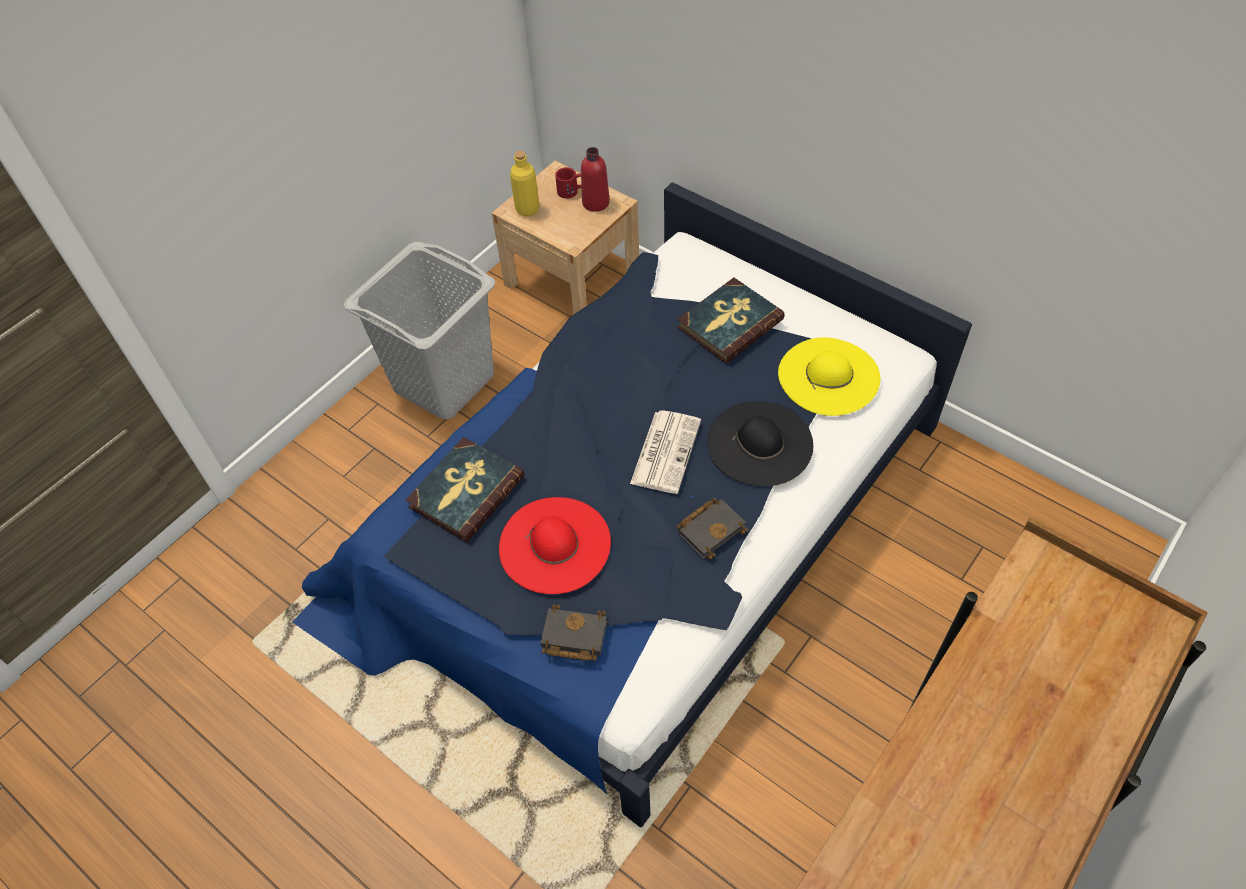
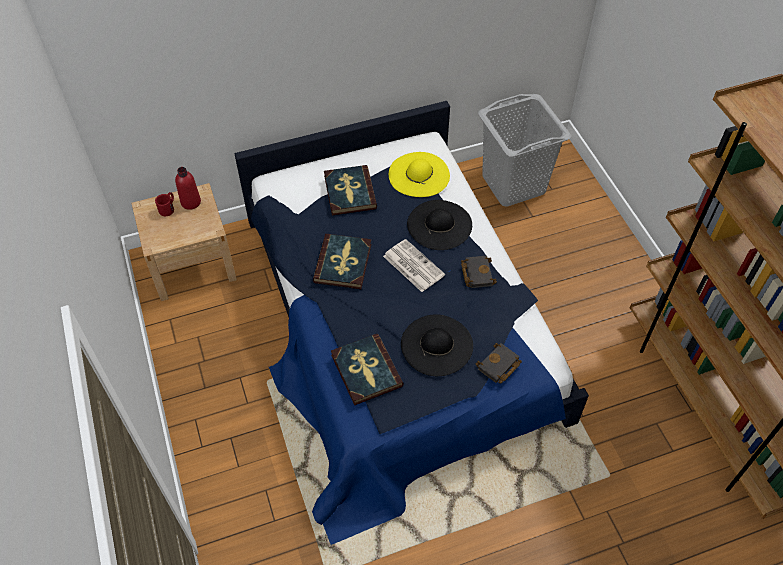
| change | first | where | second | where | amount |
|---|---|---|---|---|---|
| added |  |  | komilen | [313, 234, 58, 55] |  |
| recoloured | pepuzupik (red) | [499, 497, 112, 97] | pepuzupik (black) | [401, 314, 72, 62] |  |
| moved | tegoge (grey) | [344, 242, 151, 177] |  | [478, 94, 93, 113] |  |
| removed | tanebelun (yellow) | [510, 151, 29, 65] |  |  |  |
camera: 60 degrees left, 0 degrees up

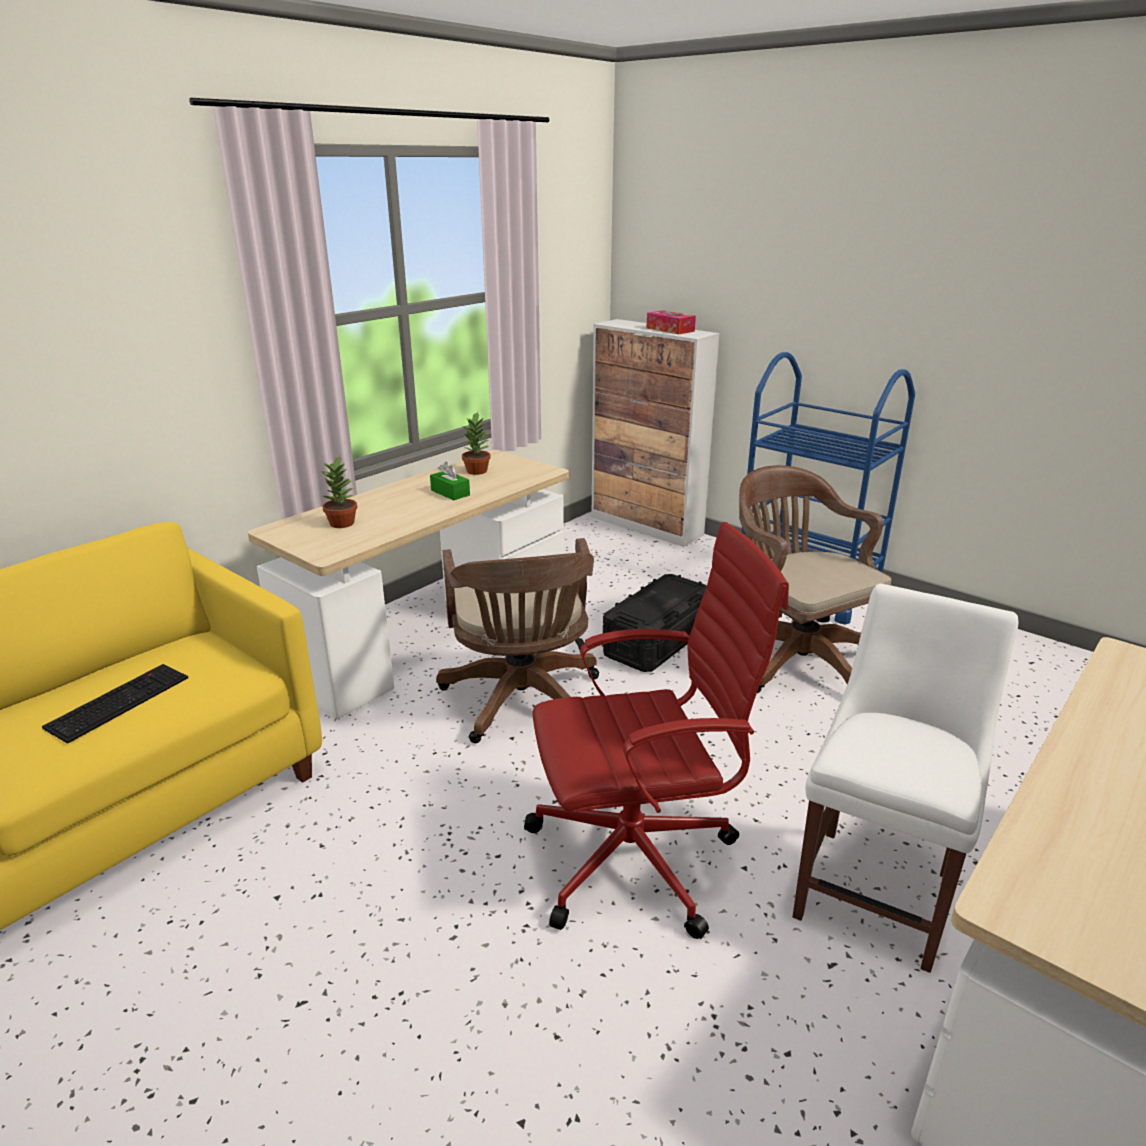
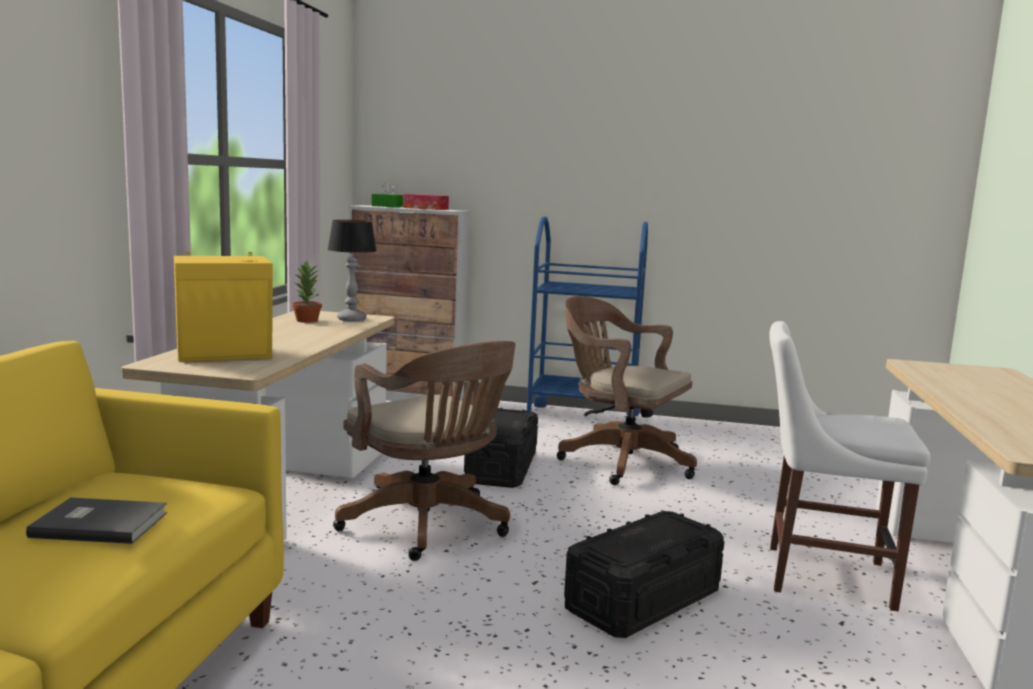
| change | first | where | second | where | amount |
|---|---|---|---|---|---|
| replaced | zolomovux | [42, 664, 146, 80] | komilen (grey) | [26, 498, 141, 46] |  |
| replaced | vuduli | [322, 455, 35, 73] | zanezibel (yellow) | [174, 252, 99, 110] |  |
| added |  |  | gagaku | [327, 220, 50, 101] |  |
| moved | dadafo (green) | [430, 462, 40, 38] |  | [372, 182, 31, 25] |  |
| replaced | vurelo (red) | [524, 522, 265, 417] | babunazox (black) | [564, 511, 160, 127] |  |
| turned | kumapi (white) | [792, 584, 227, 389] |  | [769, 321, 161, 290] | 75 degrees counterclockwise |
camera: 30 degrees left, 15 degrees down

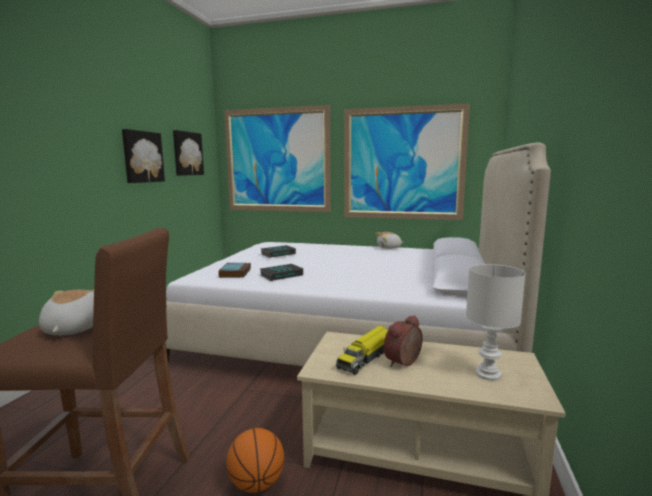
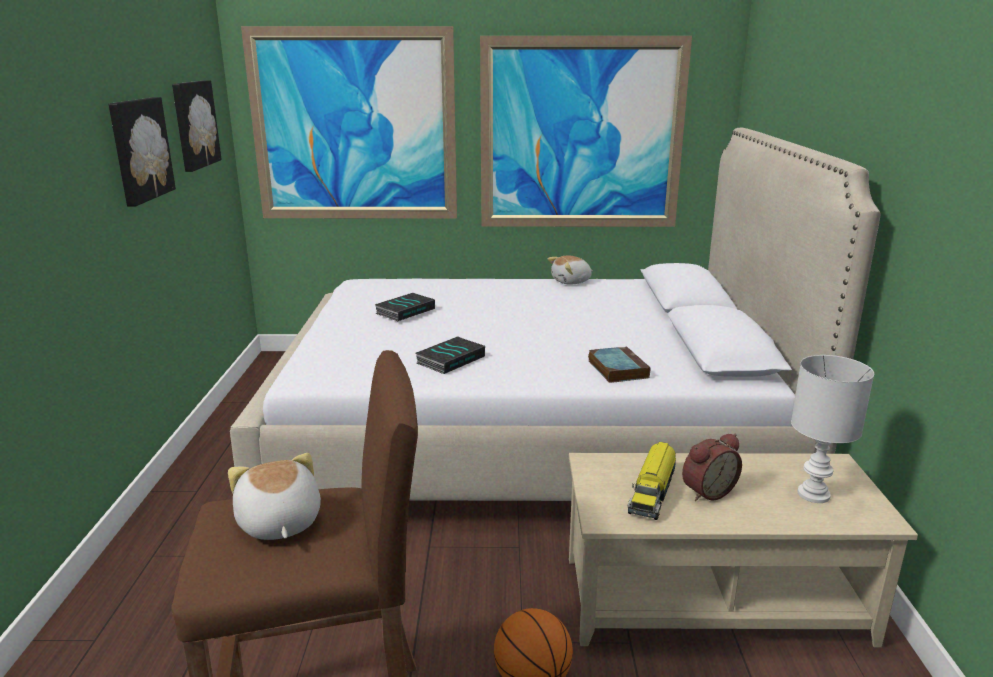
| change | first | where | second | where | amount |
|---|---|---|---|---|---|
| moved | komilen | [218, 263, 33, 15] |  | [588, 346, 62, 37] |  |
| turned | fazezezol | [384, 315, 39, 52] |  | [682, 434, 60, 67] | 150 degrees counterclockwise |
camera: 15 degrees left, 10 degrees up

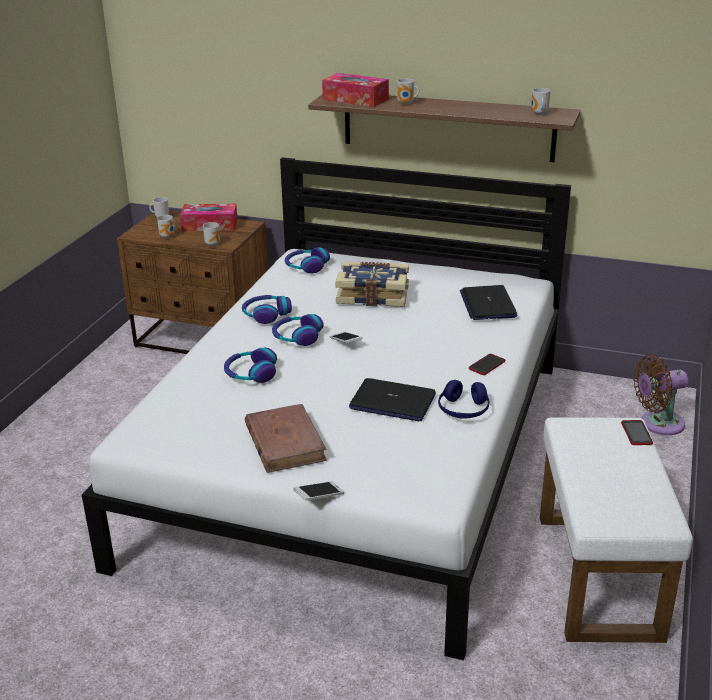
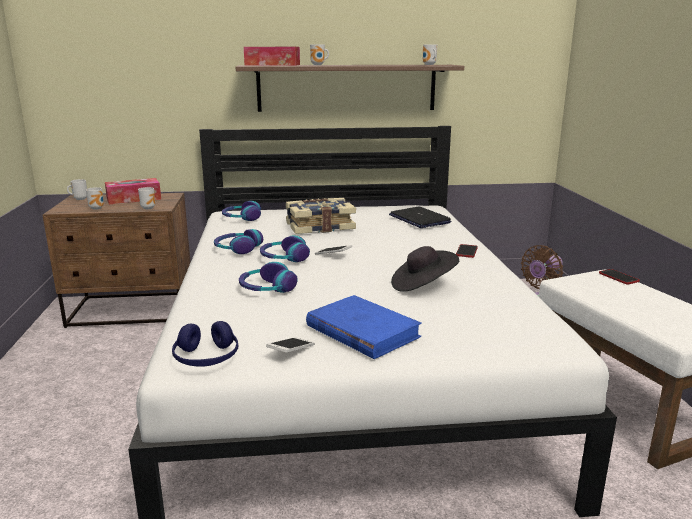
| change | first | where | second | where | amount |
|---|---|---|---|---|---|
| moved | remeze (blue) | [438, 380, 51, 39] |  | [172, 321, 66, 46] |  |
| moved | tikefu | [293, 481, 51, 20] |  | [266, 337, 49, 16] |  |
| recoloured | komilen (brown) | [245, 404, 82, 69] | komilen (blue) | [306, 295, 116, 64] |  |
| replaced | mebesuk | [349, 378, 87, 43] | pepuzupik (black) | [391, 246, 68, 46] |  |
camera: 25 degrees left, 10 degrees down

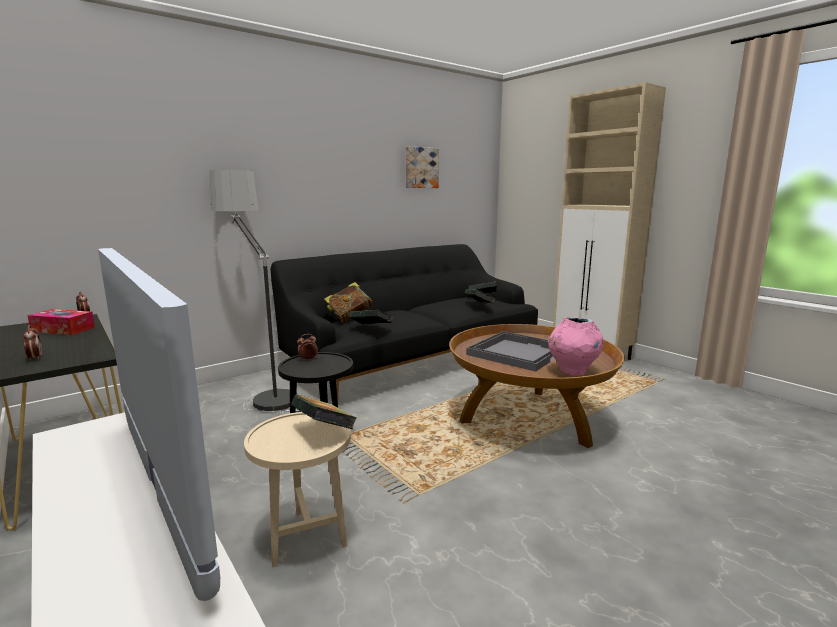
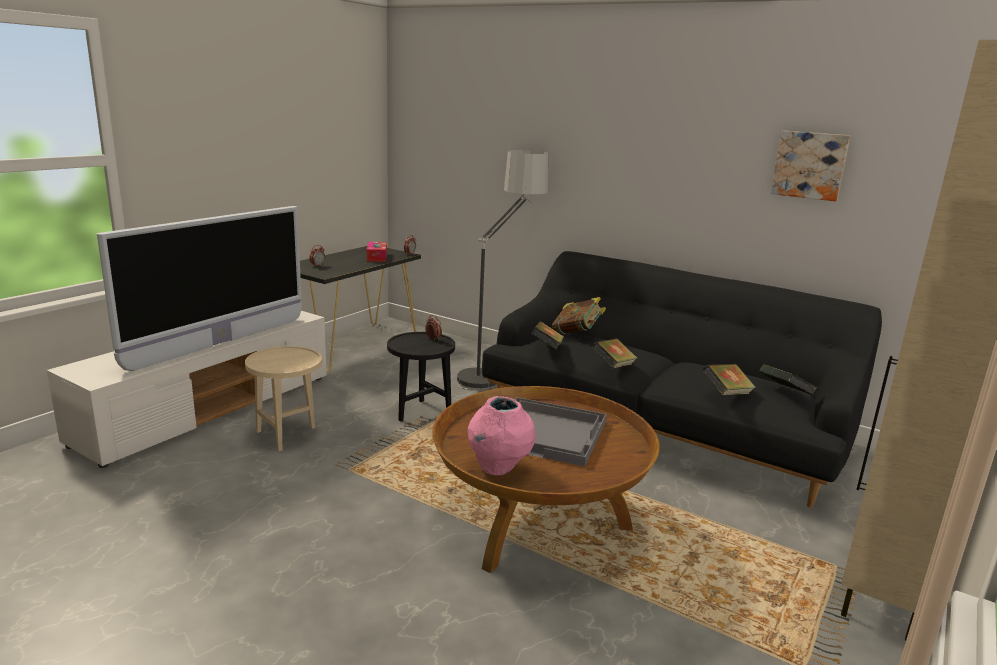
| change | first | where | second | where | amount |
|---|---|---|---|---|---|
| moved | komilen | [291, 395, 66, 34] |  | [592, 339, 45, 30] |  |
camera: 70 degrees right, 5 degrees up

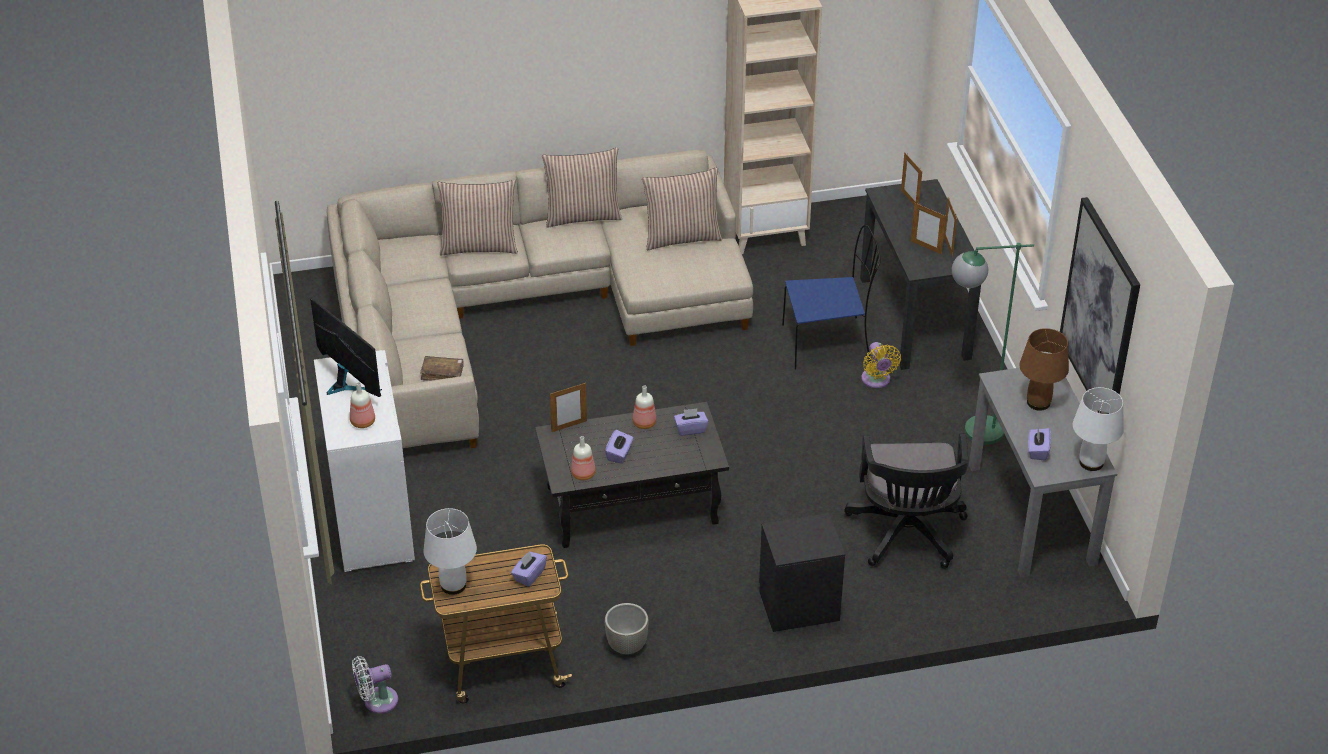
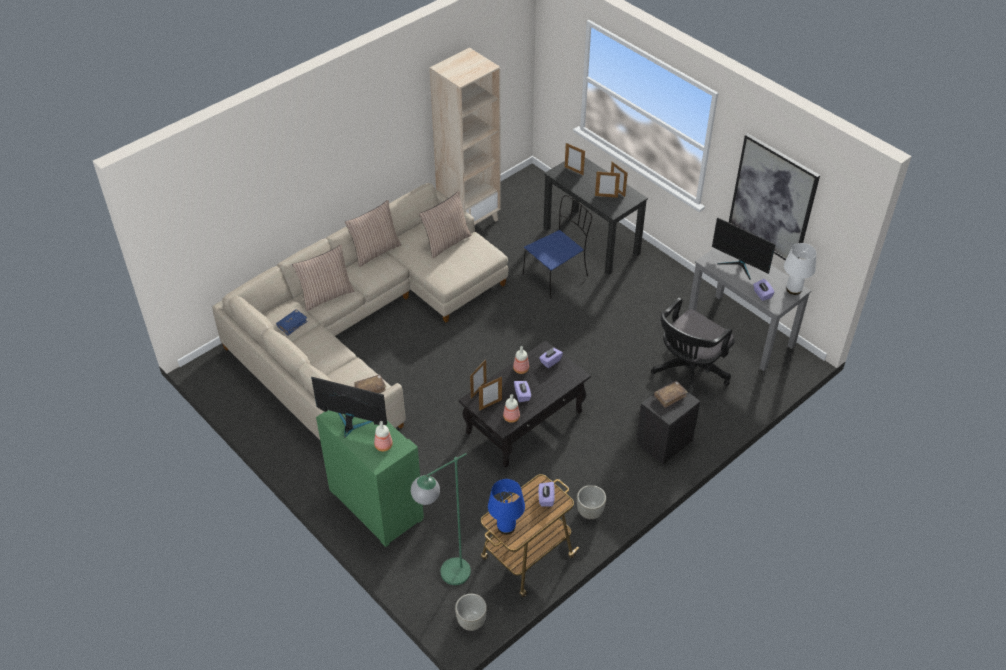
| change | first | where | second | where | amount |
|---|---|---|---|---|---|
| added |  |  | komilen (blue) | [276, 309, 32, 27] |  |
| recoloured | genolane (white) | [314, 350, 101, 224] | genolane (green) | [316, 410, 108, 137] |  |
| moved | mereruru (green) | [952, 243, 82, 201] |  | [411, 453, 60, 132] |  |
| replaced | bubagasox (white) | [352, 656, 46, 58] | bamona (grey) | [455, 594, 32, 37] |  |
| added |  |  | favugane | [479, 377, 23, 34] |  |
| recoloured | gagaku (white) | [423, 508, 54, 87] | gagaku (blue) | [488, 479, 37, 56] |  |
| turned | vurelo (black) | [844, 433, 125, 136] |  | [651, 298, 83, 97] | 75 degrees clockwise |
| added |  |  | komilen (brown) | [654, 381, 34, 27] |  |
| replaced | gagaku (brown) | [1020, 328, 49, 83] | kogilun | [712, 217, 64, 63] |  |
| removed | bubagasox (yellow) | [861, 342, 40, 46] |  |  |  |
camera: 30 degrees left, 5 degrees up

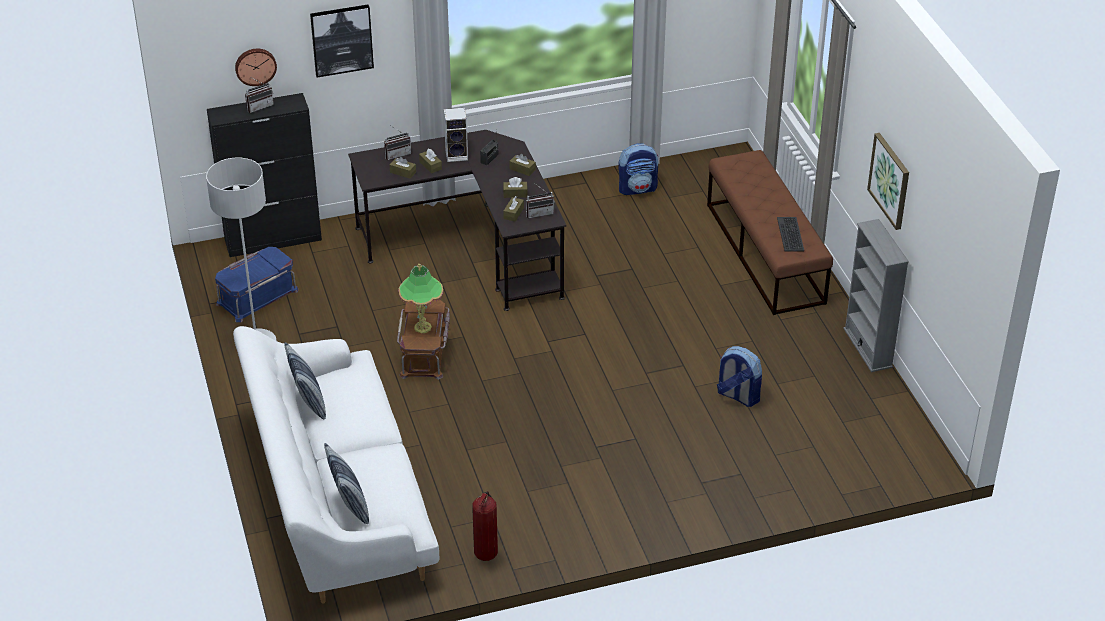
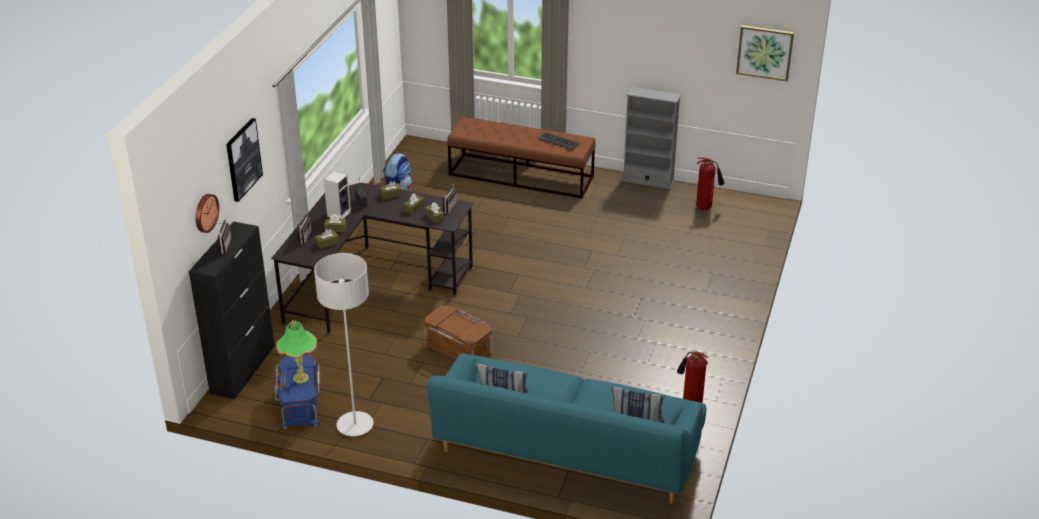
| change | first | where | second | where | amount |
|---|---|---|---|---|---|
| moved | gagaku | [398, 264, 46, 69] |  | [276, 320, 41, 63] |  |
| recoloured | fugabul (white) | [233, 326, 206, 277] | fugabul (turquoise) | [427, 353, 279, 151] |  |
| added |  |  | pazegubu | [696, 157, 28, 53] |  |
| moved | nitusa | [867, 133, 42, 97] |  | [736, 25, 58, 56] |  |
| removed | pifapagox | [717, 346, 45, 61] |  |  |  |
camera: 55 degrees left, 5 degrees down

